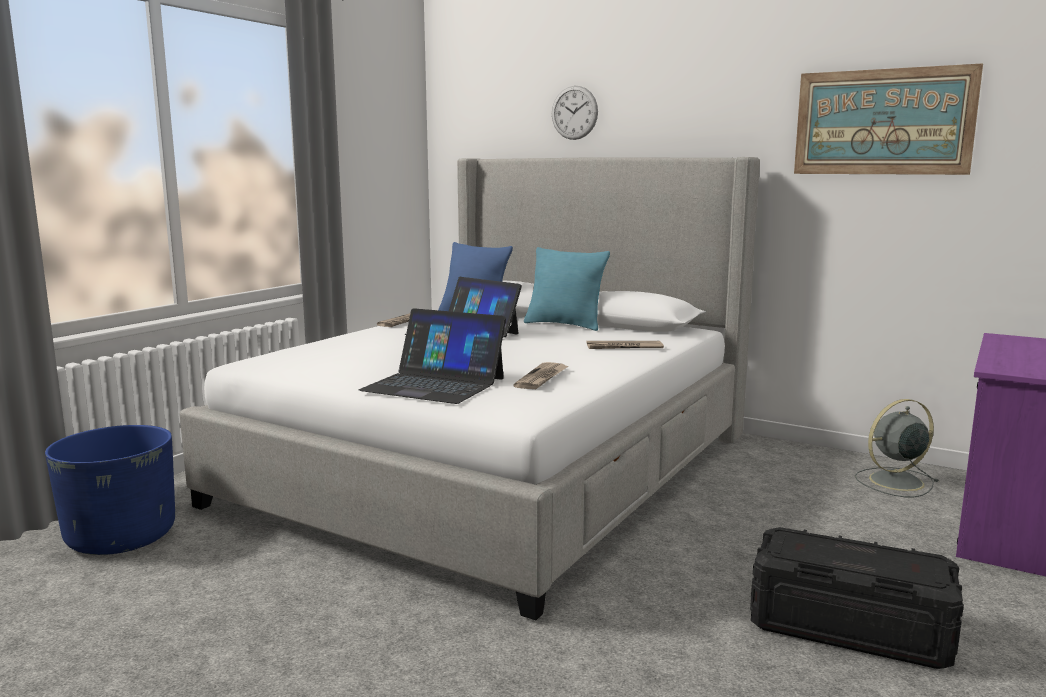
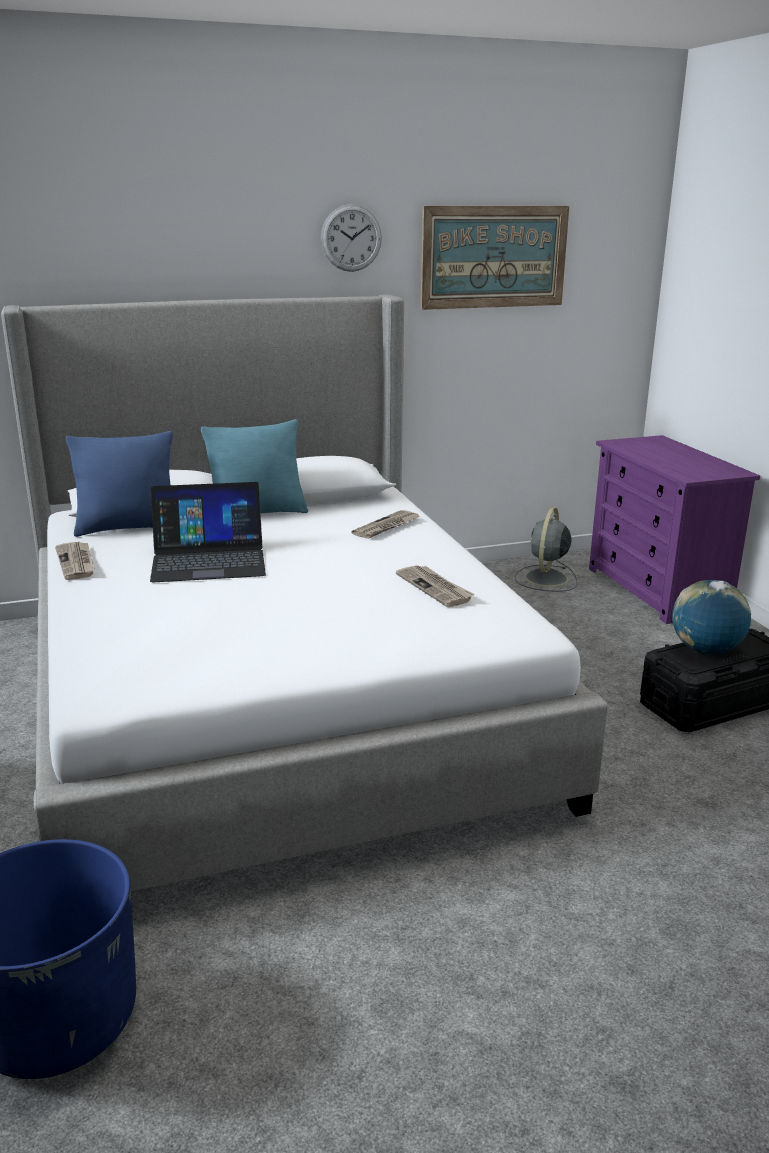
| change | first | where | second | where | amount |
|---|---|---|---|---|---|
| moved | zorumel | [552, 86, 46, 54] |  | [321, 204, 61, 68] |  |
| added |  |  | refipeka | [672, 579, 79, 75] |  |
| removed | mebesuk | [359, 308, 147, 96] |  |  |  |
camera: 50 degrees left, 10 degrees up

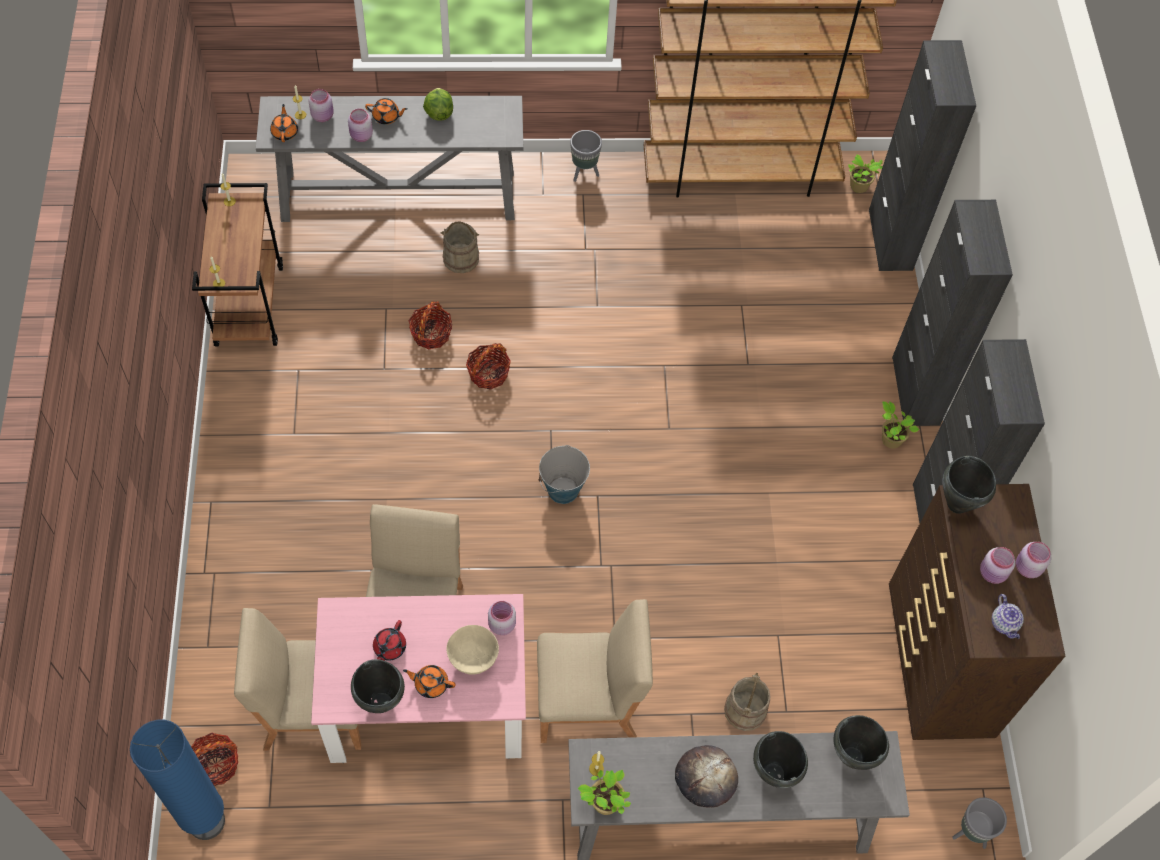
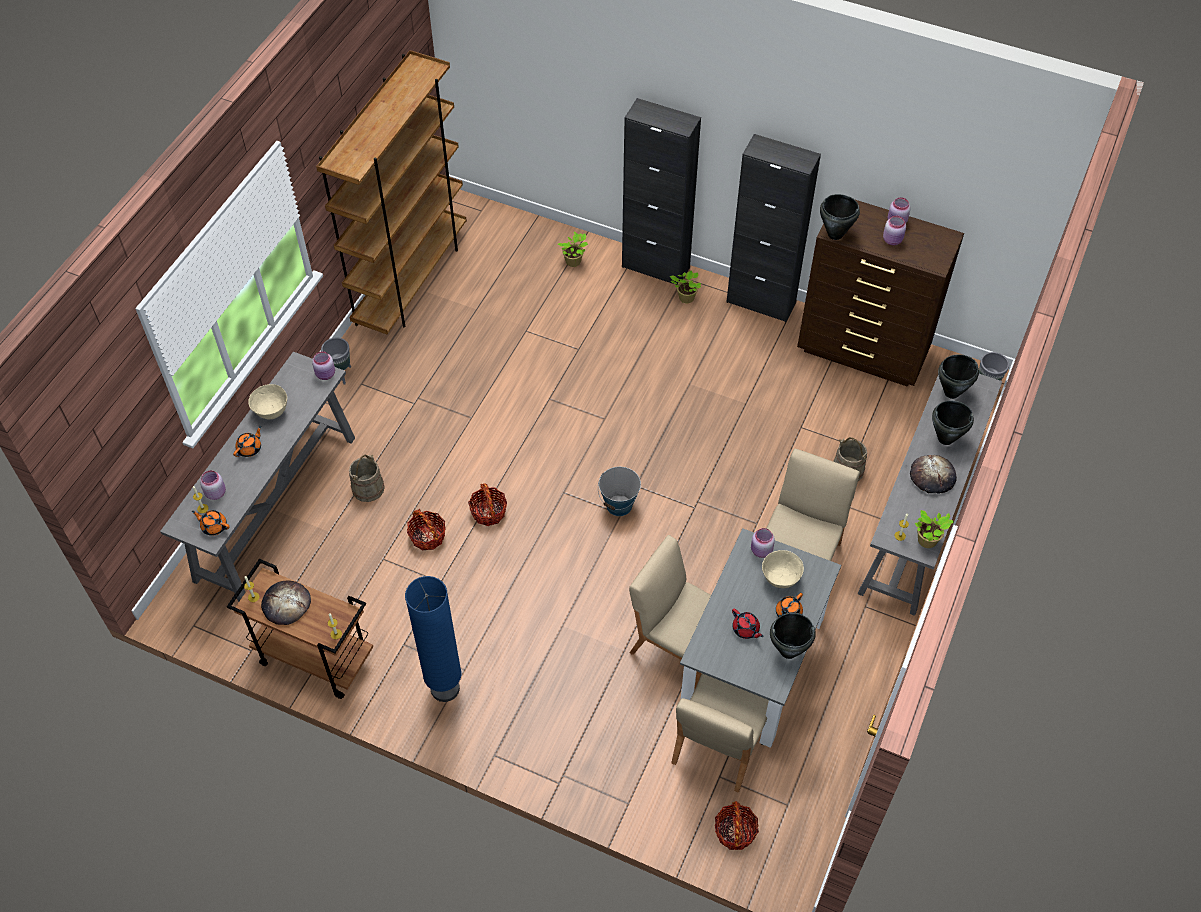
| change | first | where | second | where | amount |
|---|---|---|---|---|---|
| replaced | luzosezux | [423, 88, 30, 33] | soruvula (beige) | [248, 384, 39, 35] |  |
| added |  |  | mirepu | [261, 581, 50, 44] |  |
| moved | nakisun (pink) | [348, 109, 25, 33] |  | [312, 351, 23, 29] |  |
| moved | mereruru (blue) | [130, 720, 95, 120] |  | [405, 576, 56, 126] |  |
| moved | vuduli | [848, 154, 35, 39] |  | [558, 232, 30, 35] |  |
| recoloured | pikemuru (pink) | [311, 594, 215, 169] | pikemuru (grey) | [680, 528, 161, 220] |  |
| removed | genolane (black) | [869, 40, 107, 231] |  |  |  |
| removed | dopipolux | [992, 594, 32, 45] |  |  |  |
camera: 60 degrees left, 5 degrees down

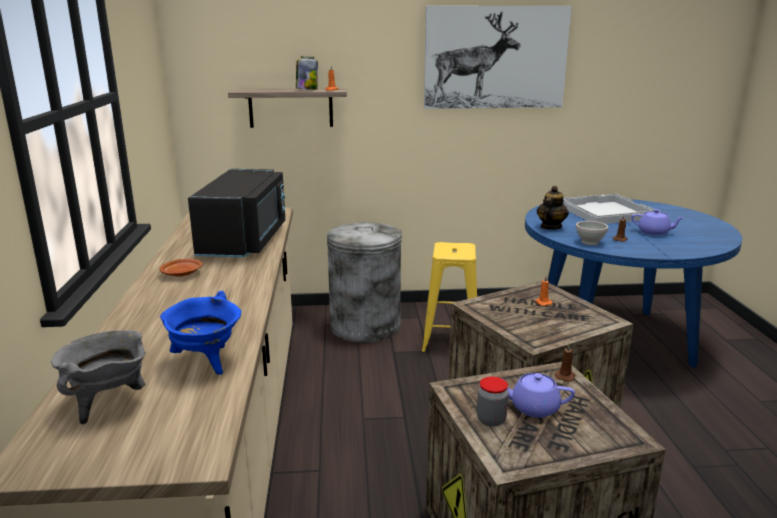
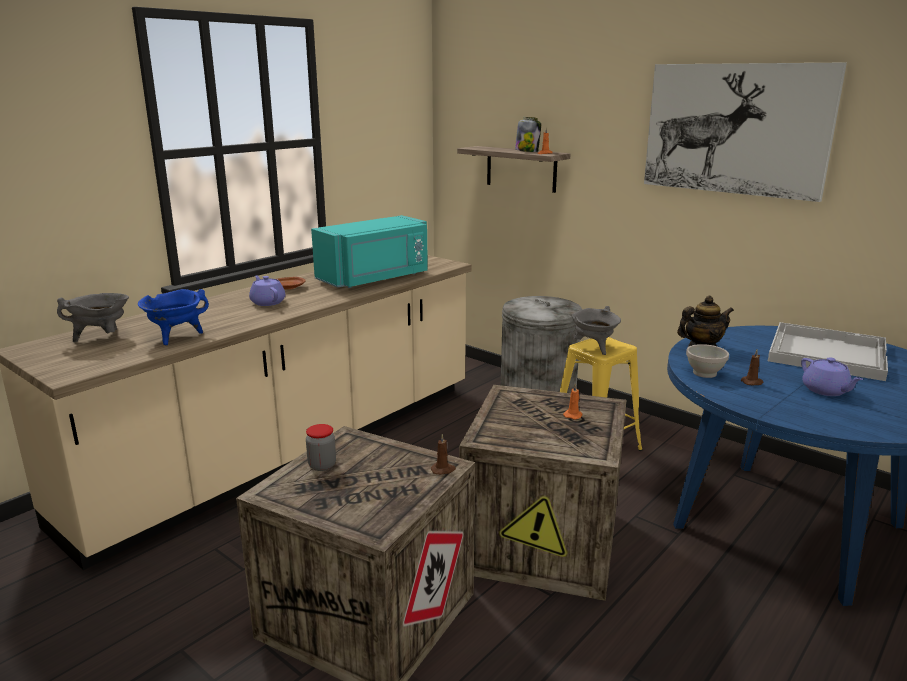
| change | first | where | second | where | amount |
|---|---|---|---|---|---|
| moved | dopipolux (purple) | [501, 373, 74, 45] |  | [249, 275, 36, 31] |  |
| recoloured | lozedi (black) | [188, 169, 97, 89] | lozedi (turquoise) | [311, 215, 117, 73] |  |
| added |  |  | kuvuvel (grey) | [571, 306, 50, 49] |  |
camera: 45 degrees right, 0 degrees up

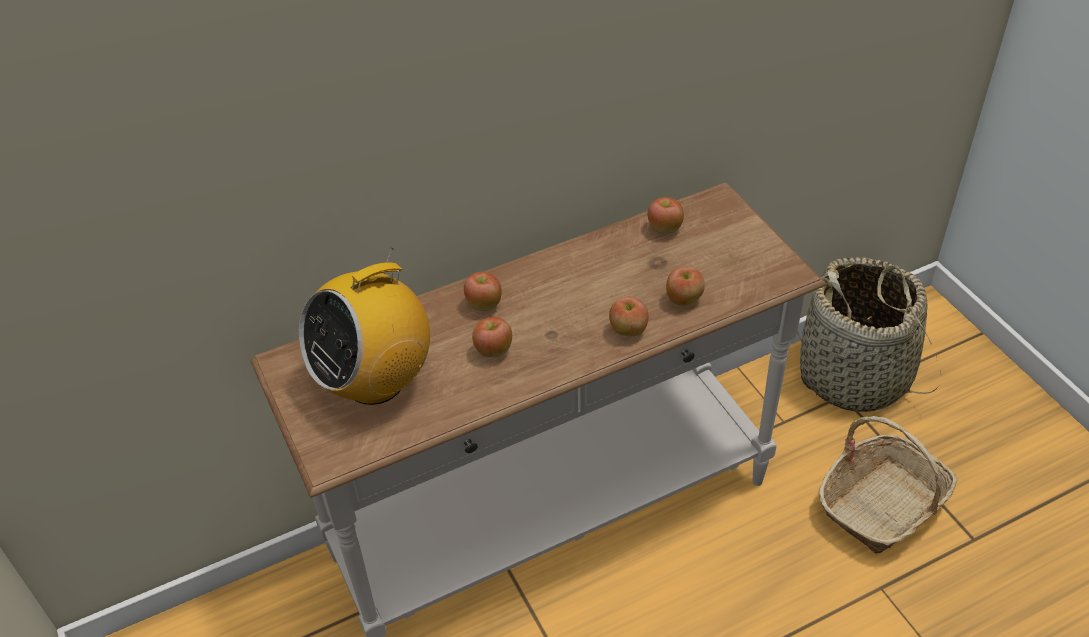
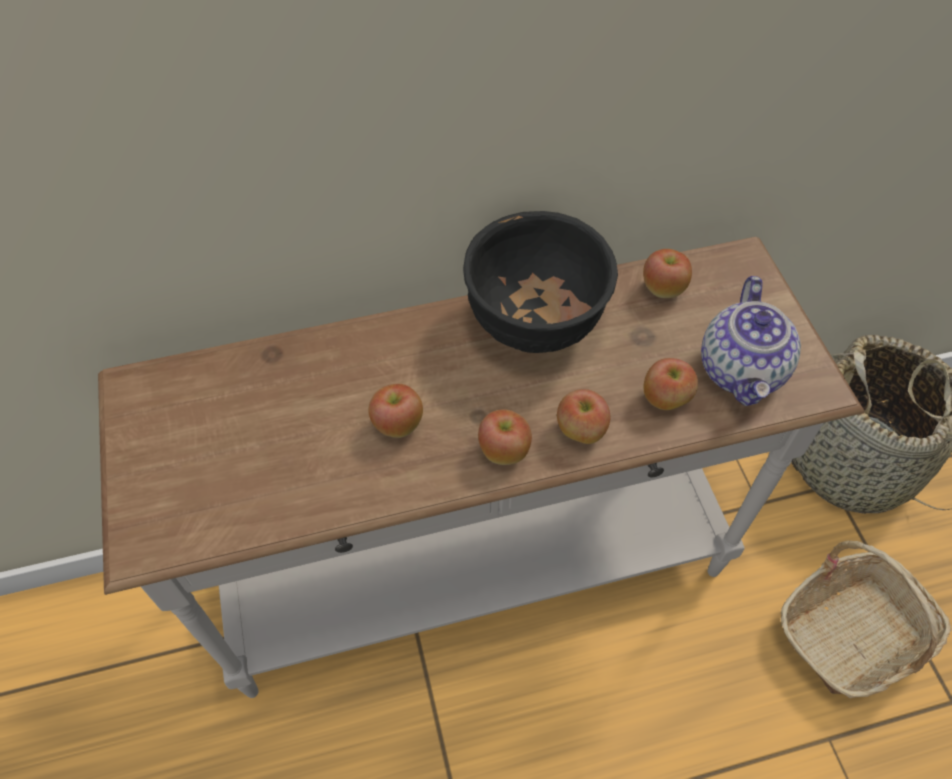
| change | first | where | second | where | amount |
|---|---|---|---|---|---|
| added |  |  | soruvula (black) | [463, 211, 155, 142] |  |
| moved | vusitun | [464, 272, 38, 39] |  | [478, 409, 54, 56] |  |
| added |  |  | dopipolux | [701, 276, 100, 130] |  |
| removed | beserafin | [299, 248, 131, 157] |  |  |  |
camera: 10 degrees right, 10 degrees up

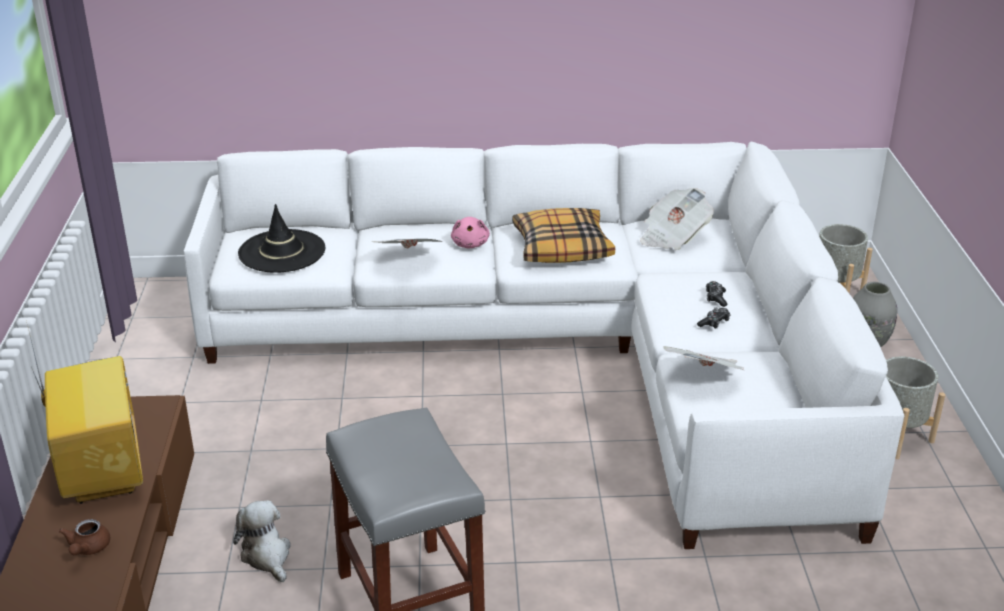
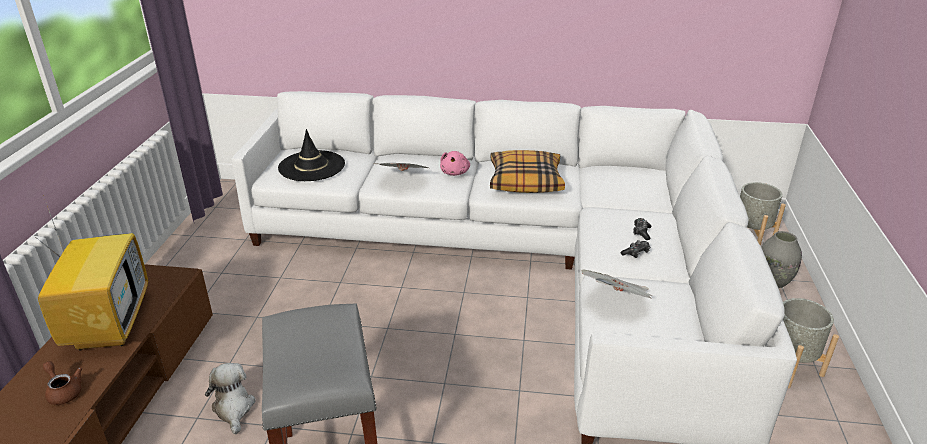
| change | first | where | second | where | amount |
|---|---|---|---|---|---|
| turned | dopipolux (brown) | [59, 519, 51, 36] |  | [43, 361, 39, 44] | 120 degrees clockwise |
| removed | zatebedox | [640, 188, 74, 62] |  |  |  |
camera: 10 degrees right, 0 degrees up

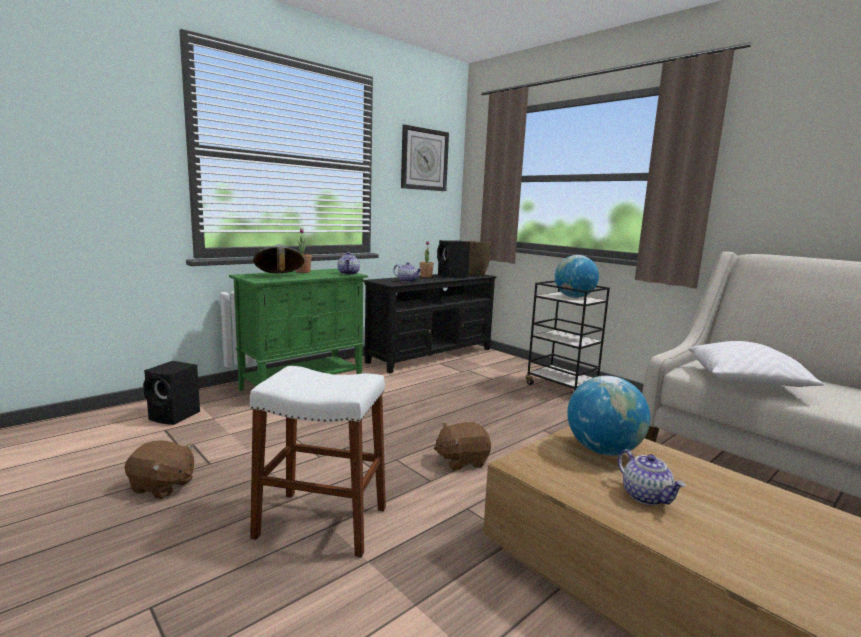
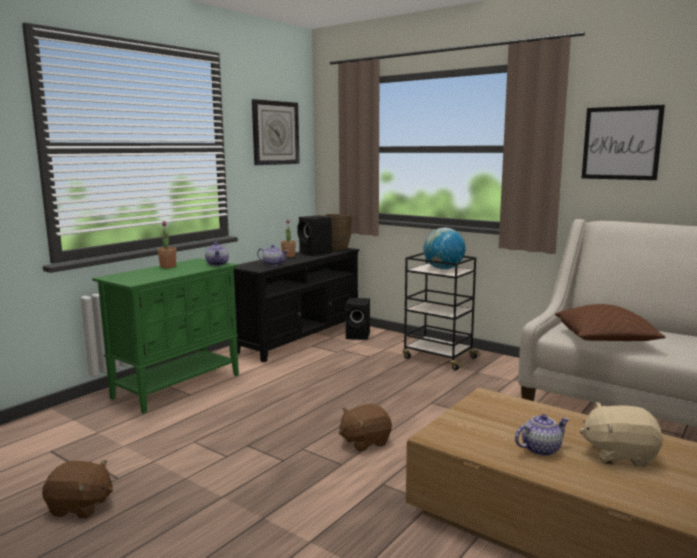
| change | first | where | second | where | amount |
|---|---|---|---|---|---|
| moved | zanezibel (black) | [143, 361, 57, 64] |  | [345, 298, 25, 42] |  |
| turned | dopipolux | [617, 449, 69, 56] |  | [515, 414, 55, 42] | 75 degrees counterclockwise |
| recoloured | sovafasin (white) | [688, 341, 136, 46] | sovafasin (brown) | [555, 304, 111, 37] |  |
| added |  |  | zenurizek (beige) | [579, 402, 84, 65] |  |
| added |  |  | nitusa | [582, 105, 83, 75] |  |
| removed | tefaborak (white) | [250, 366, 136, 192] |  |  |  |
| removed | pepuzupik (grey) | [253, 244, 52, 29] |  |  |  |
| removed | refipeka | [567, 376, 83, 80] |  |  |  |
camera: 10 degrees left, 0 degrees up

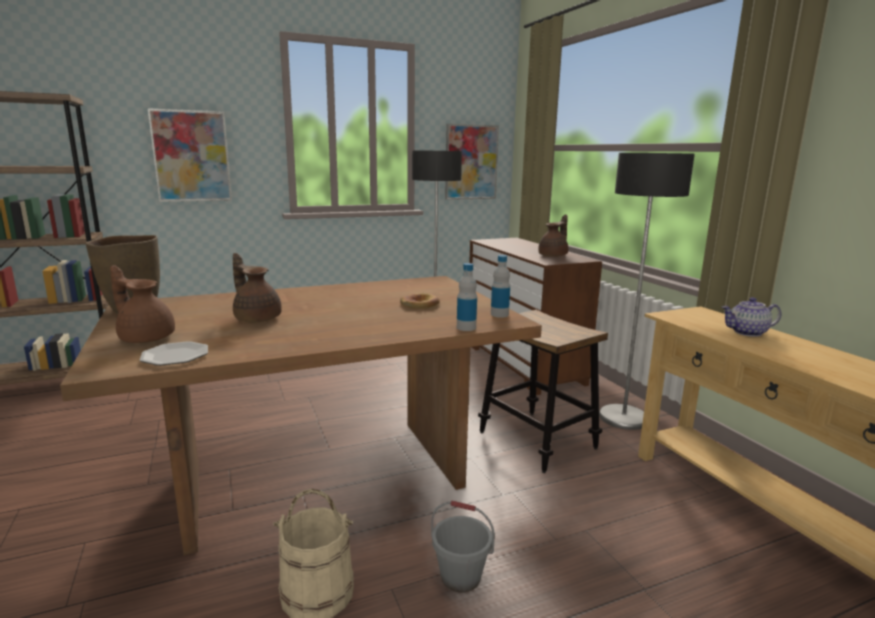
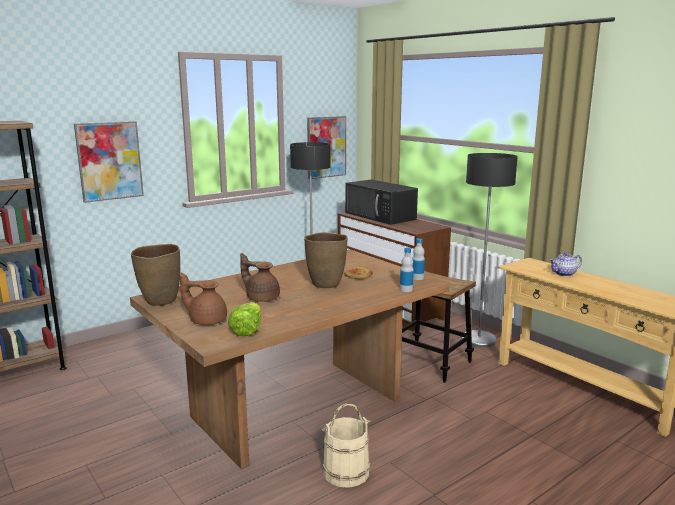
| change | first | where | second | where | amount |
|---|---|---|---|---|---|
| replaced | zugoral | [139, 341, 69, 25] | luzosezux | [228, 302, 33, 34] |  |
| added |  |  | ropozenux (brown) | [304, 232, 44, 56] |  |
| added |  |  | lozedi (black) | [345, 179, 73, 46] |  |
| removed | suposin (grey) | [431, 501, 64, 91] |  |  |  |
| removed | dopipolux (brown) | [538, 214, 30, 43] |  |  |  |
camera: 15 degrees left, 0 degrees up

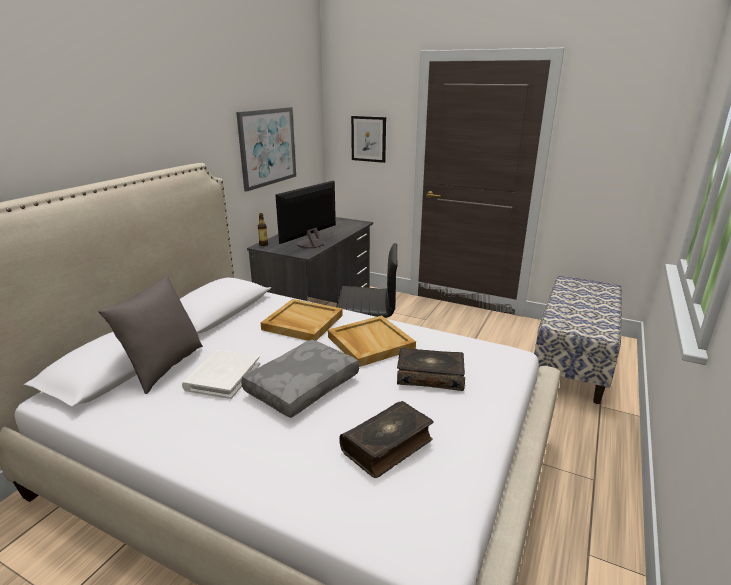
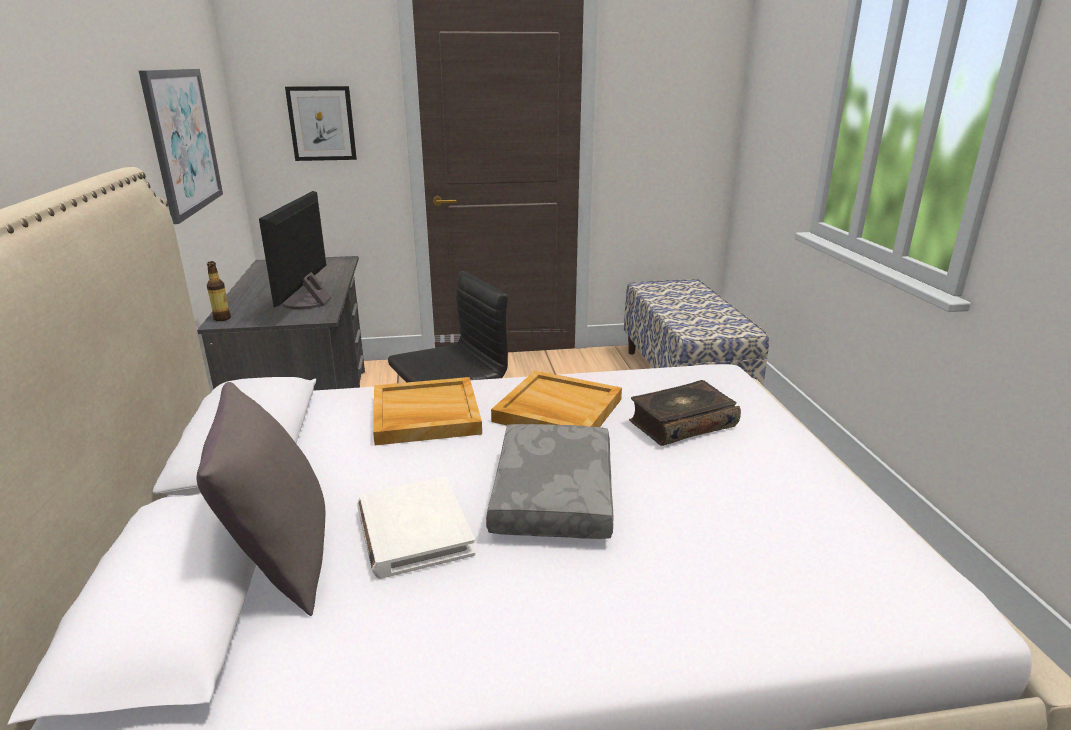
| change | first | where | second | where | amount |
|---|---|---|---|---|---|
| removed | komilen | [339, 401, 95, 77] |  |  |  |
camera: 35 degrees left, 0 degrees up

